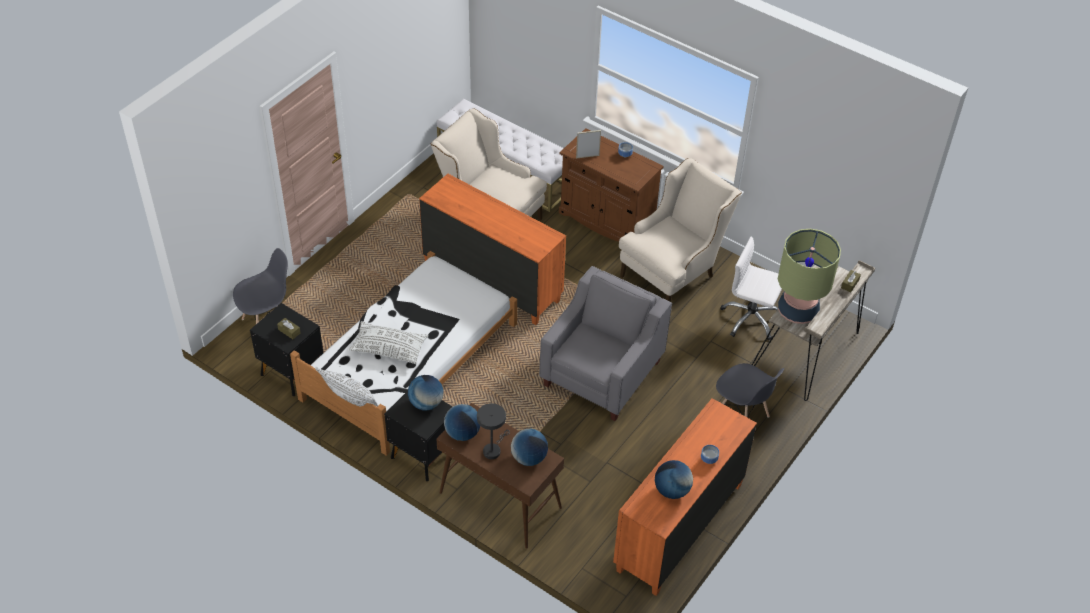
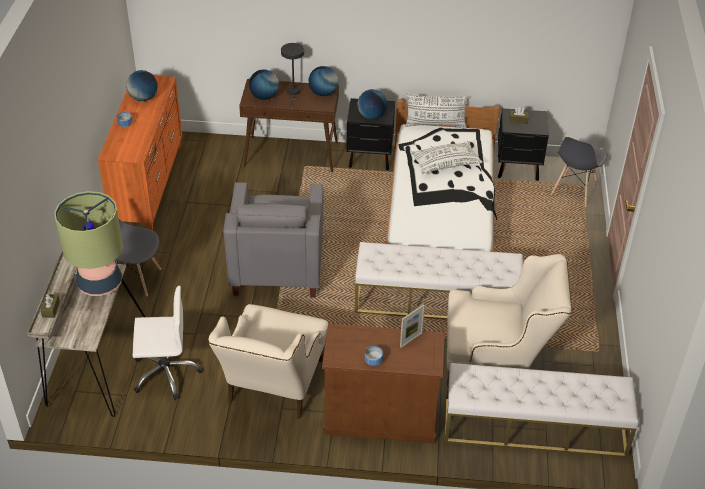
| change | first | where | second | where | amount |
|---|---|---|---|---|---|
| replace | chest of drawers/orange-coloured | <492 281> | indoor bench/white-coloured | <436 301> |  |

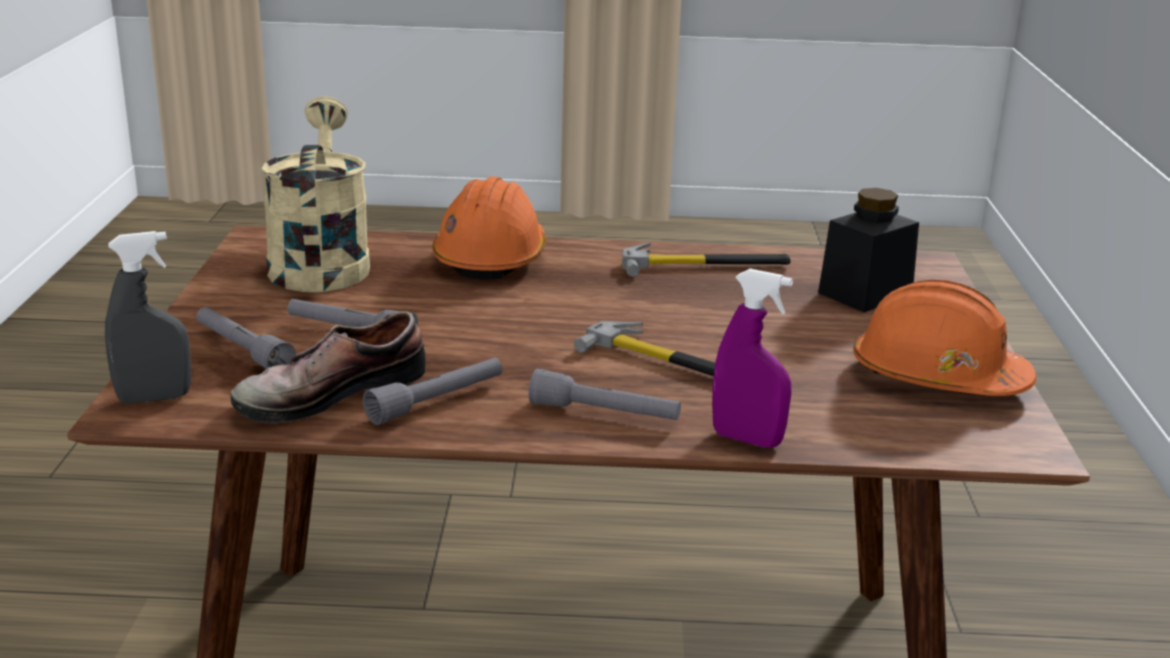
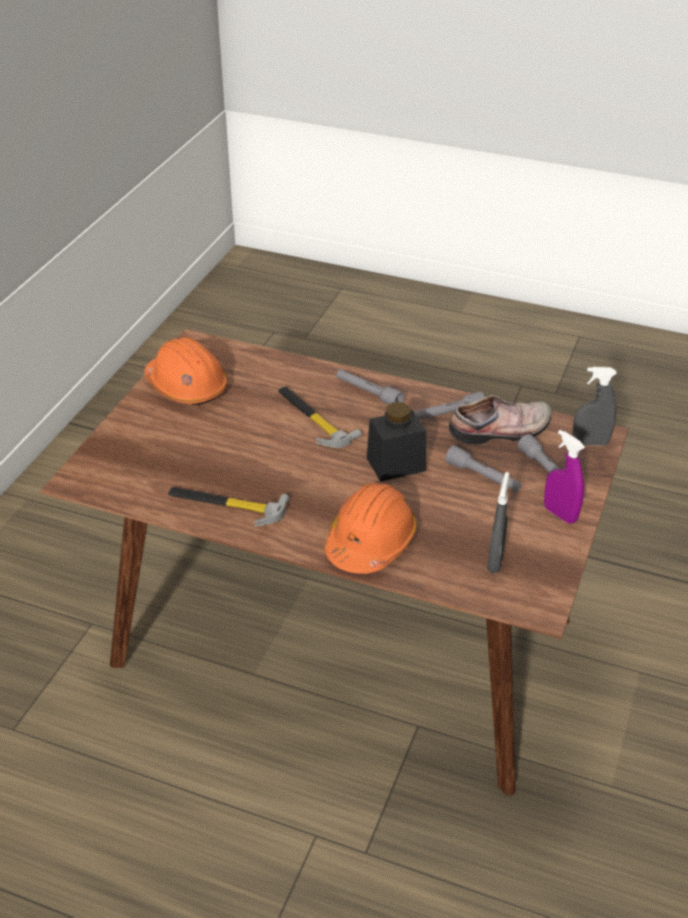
| change | first | where | second | where | amount |
|---|---|---|---|---|---|
| replace | sprinkling can/beige | <320 262> | hand sprayer/gray | <495 561> |  |
| move | storage jar/black | <865 293> |  | <396 464> |  |
| move | hand sprayer/purple | <746 439> |  | <560 514> |  |

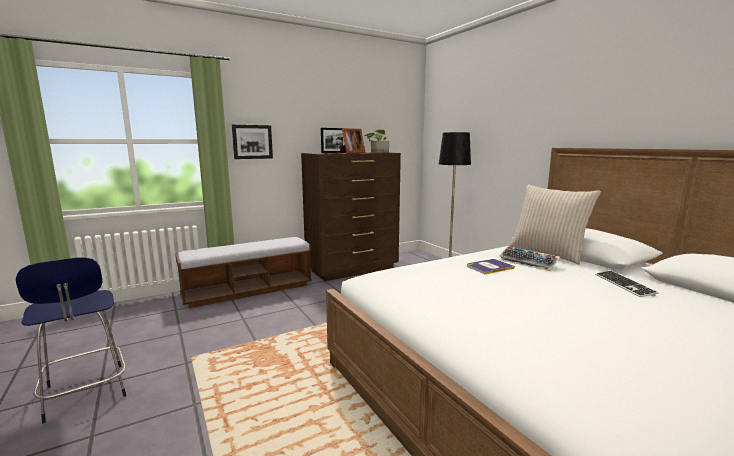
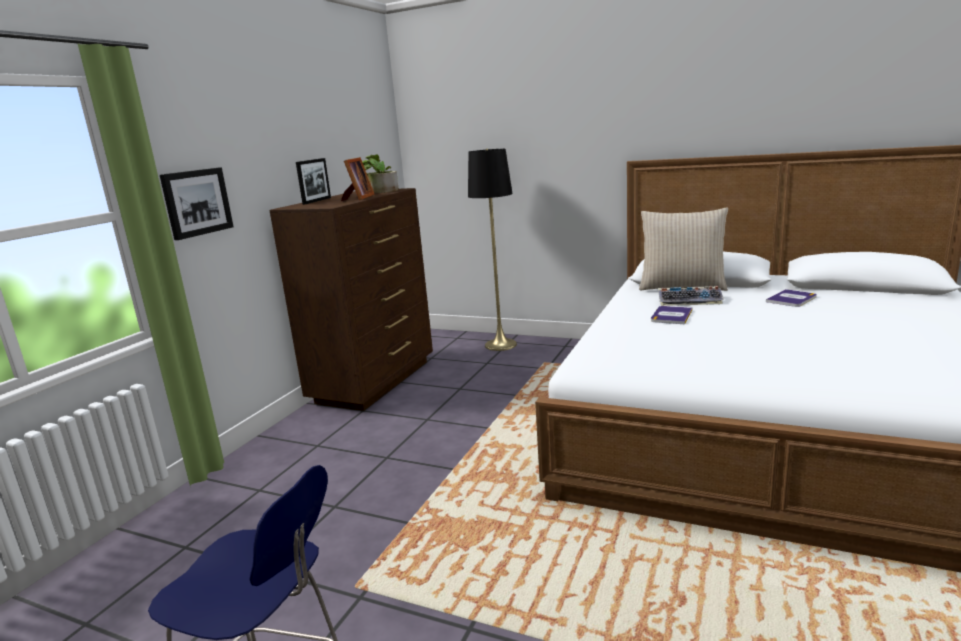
| change | first | where | second | where | amount |
|---|---|---|---|---|---|
| delete | indoor bench | <249 291> |  |  |  |
| replace | PC keyboard | <624 285> | volume | <791 299> |  |

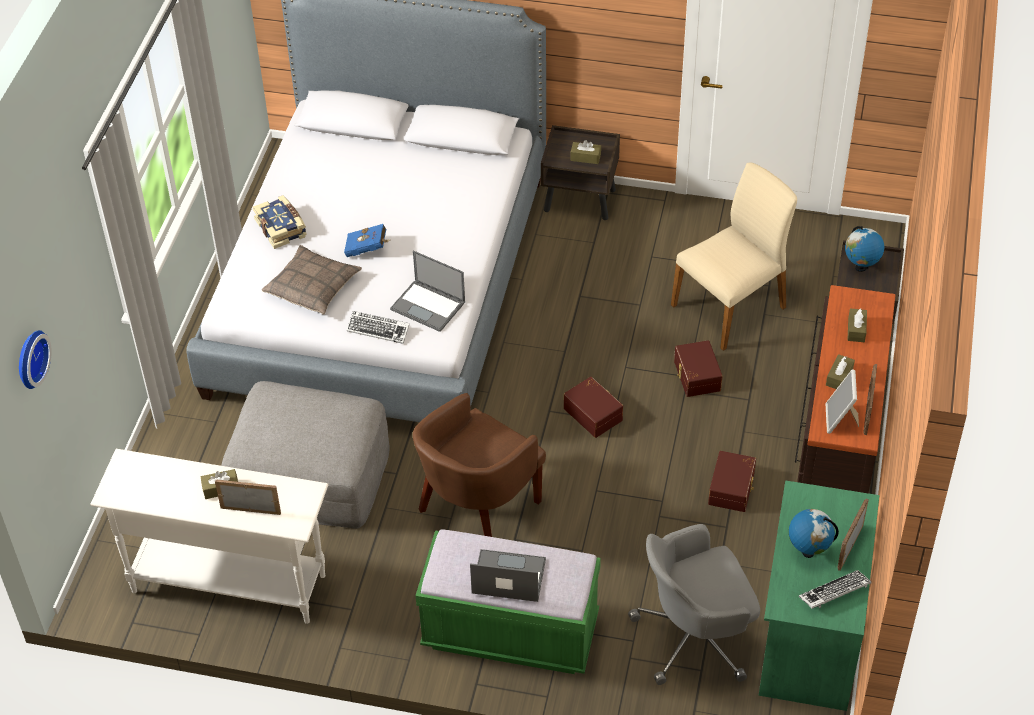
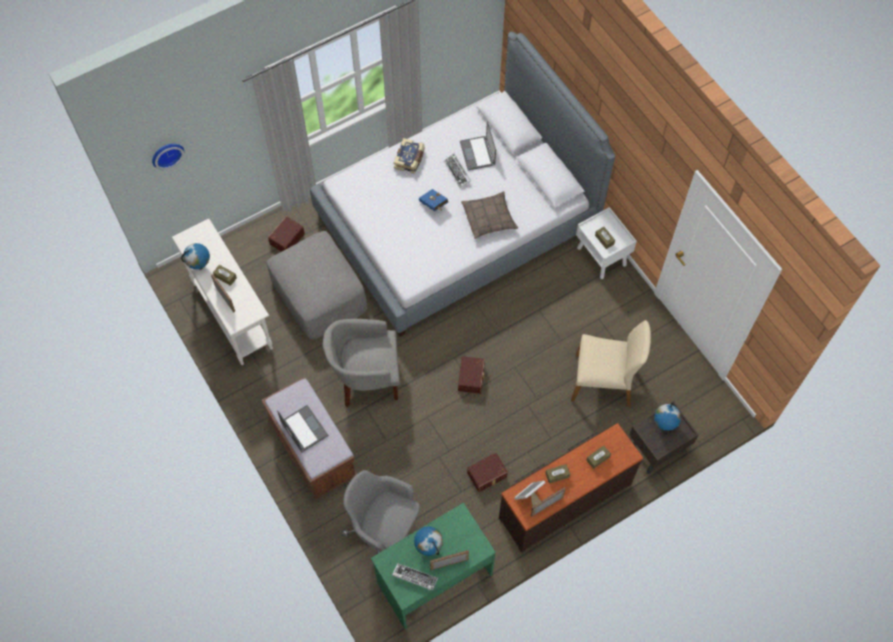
| change | first | where | second | where | amount |
|---|---|---|---|---|---|
| recolor | bedside table/brown | <580 200> | bedside table/white-coloured | <602 257> |  |
| move | cushion | <313 287> |  | <489 218> |  |
| move | laptop | <429 306> |  | <477 153> |  |
| move | PC keyboard | <378 330> |  | <457 172> |  |
| move | storage box/brown | <696 376> |  | <286 238> |  |
| recolor | lounge chair/brown | <478 510> | lounge chair/gray | <366 378> |  |
| recolor | indoor bench/green-coloured | <510 633> | indoor bench/brown | <313 449> |  |
| insert |  |  | desk globe | <200 265> |  |

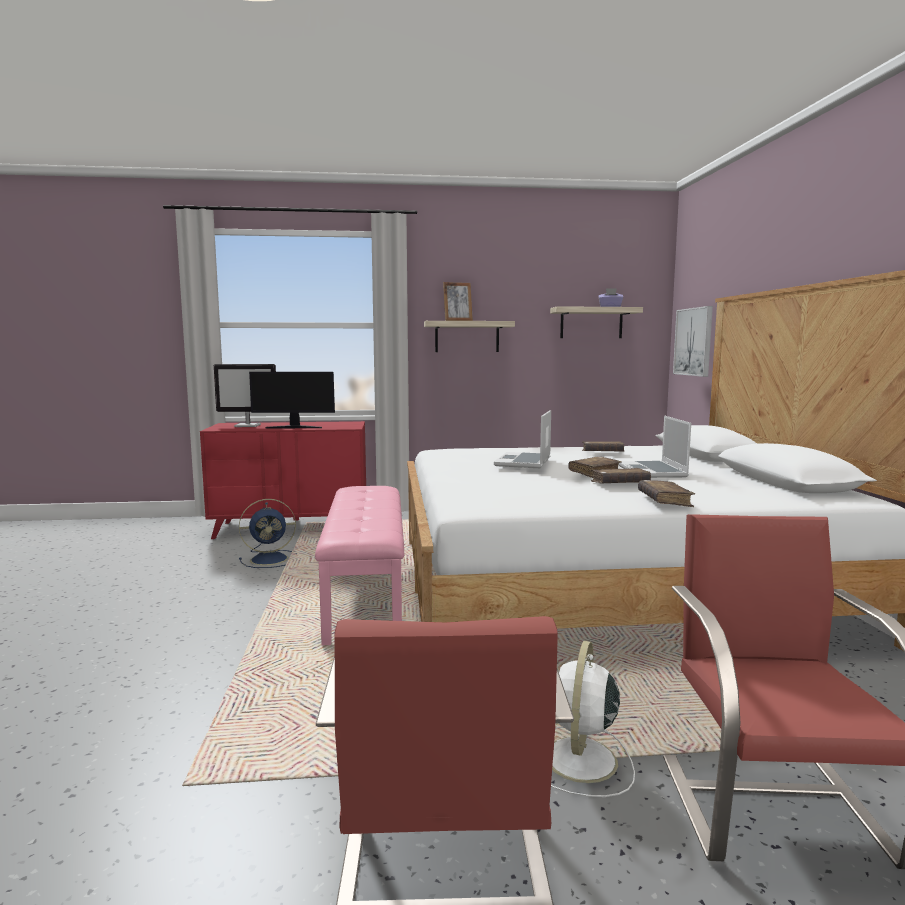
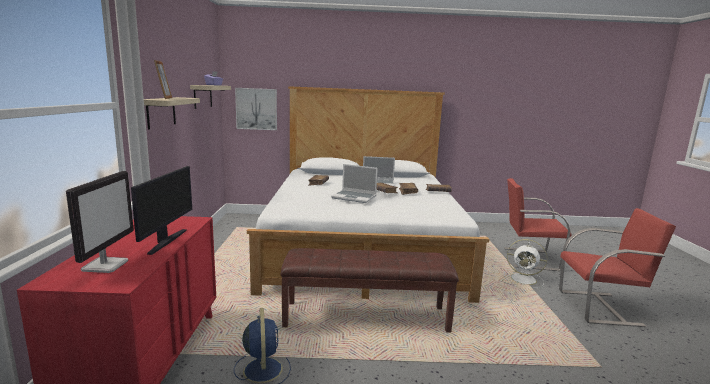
| change | first | where | second | where | amount |
|---|---|---|---|---|---|
| recolor | indoor bench/pink-coloured | <367 594> | indoor bench/brown | <366 316> |  |

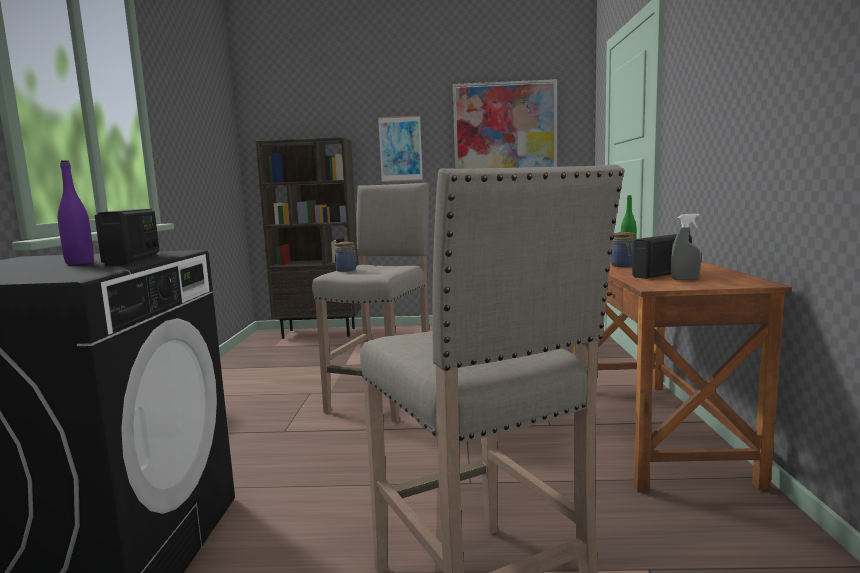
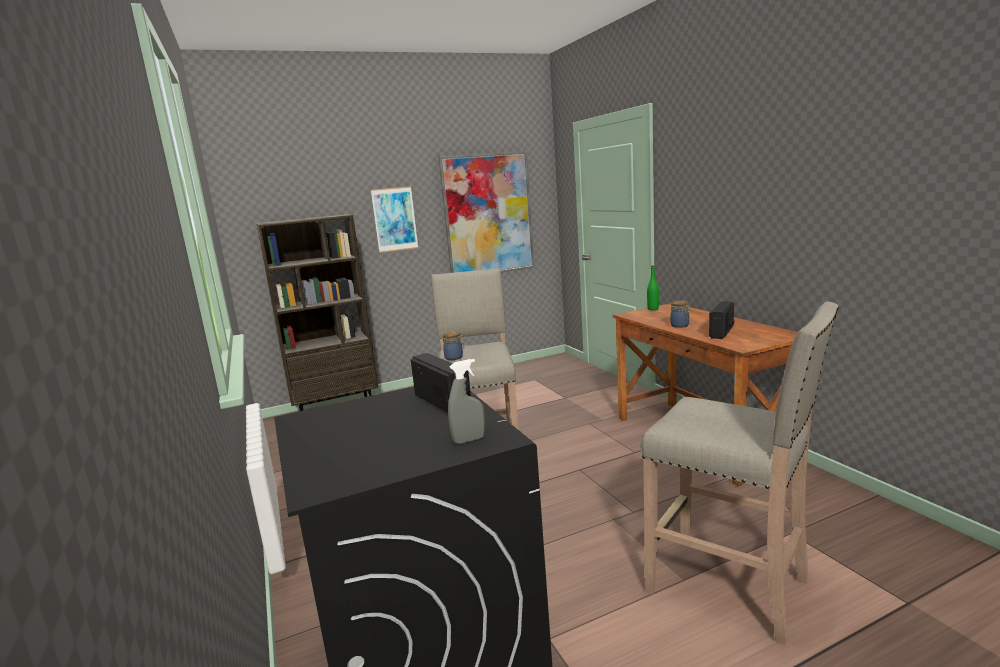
| change | first | where | second | where | amount |
|---|---|---|---|---|---|
| delete | bottle/purple | <79 263> |  |  |  |
| move | hand sprayer/gray | <685 279> |  | <469 440> |  |

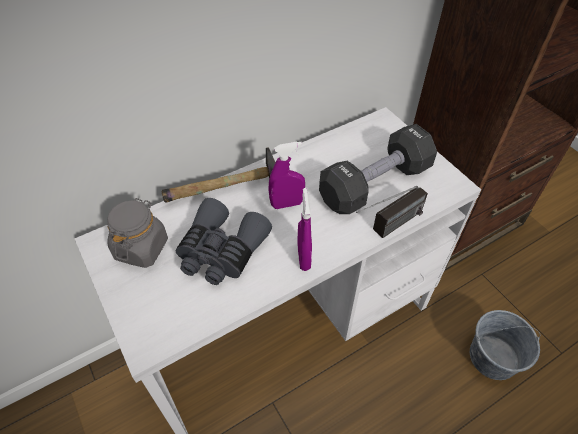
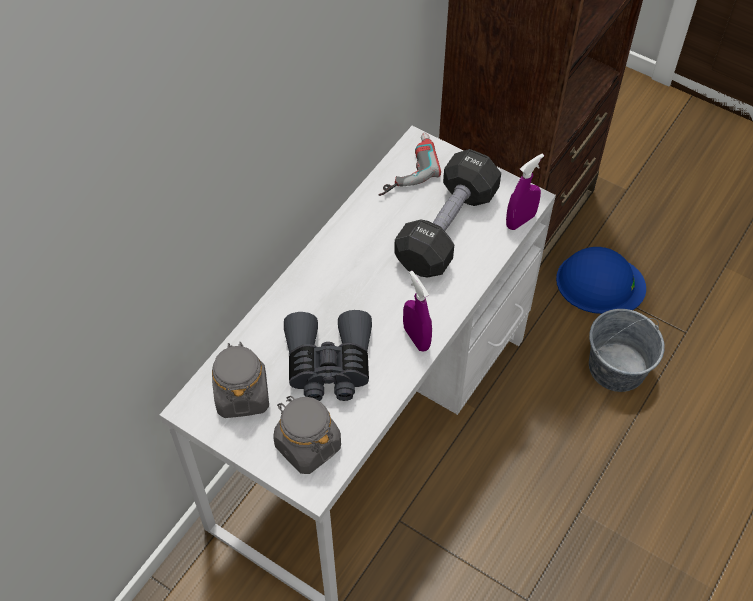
| change | first | where | second | where | amount |
|---|---|---|---|---|---|
| move | hand sprayer/purple | <287 204> |  | <520 221> |  |
| delete | tool hammer | <226 191> |  |  |  |
| delete | radio | <388 229> |  |  |  |
| insert |  |  | electric drill | <404 167> |  |
| insert |  |  | work helmet/bluish | <600 283> |  |
| insert |  |  | storage jar/gray | <307 445> |  |

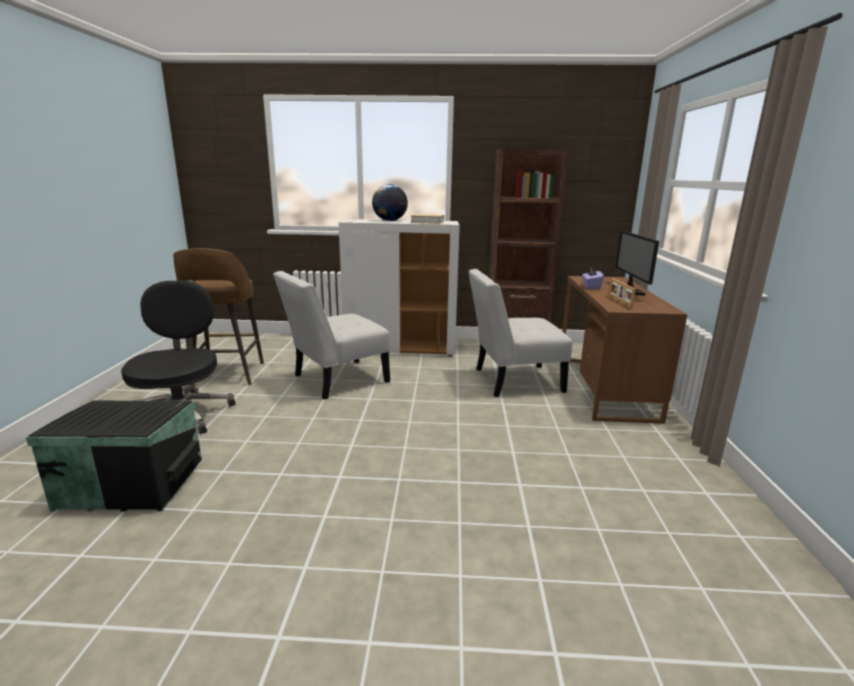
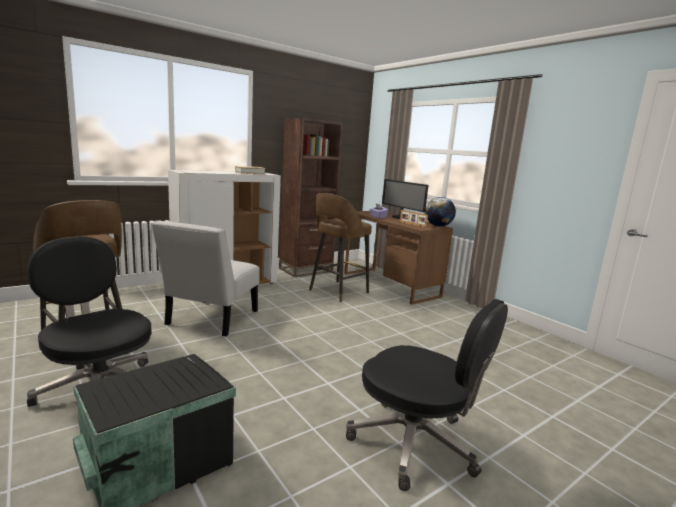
| change | first | where | second | where | amount |
|---|---|---|---|---|---|
| move | desk globe | <390 221> |  | <438 226> |  |
| replace | chair/white-coloured | <512 381> | stool/brown | <337 291> |  |
| insert |  |  | office chair/black | <415 443> |  |

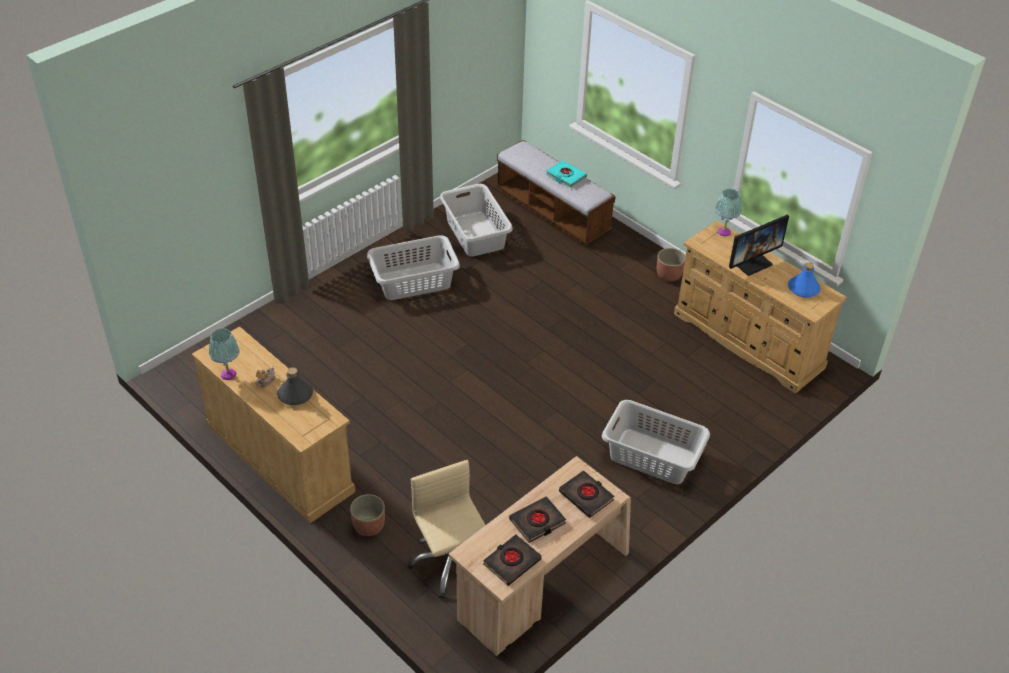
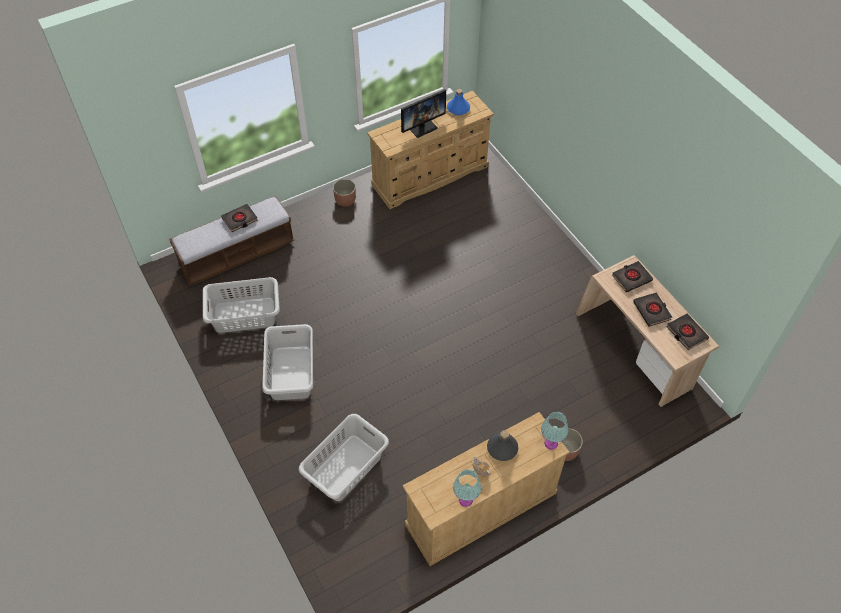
| change | first | where | second | where | amount |
|---|---|---|---|---|---|
| recolor | volume/blue-green | <566 176> | volume/black | <240 219> |  |
| move | table lamp/blue-green | <724 232> |  | <551 443> |  |
| rotate | monitor | <751 262> |  | <422 126> | 75 degrees clockwise |
| move | hamper/gray | <652 456> |  | <345 467> |  |
| delete | office chair/beige | <450 563> |  |  |  |

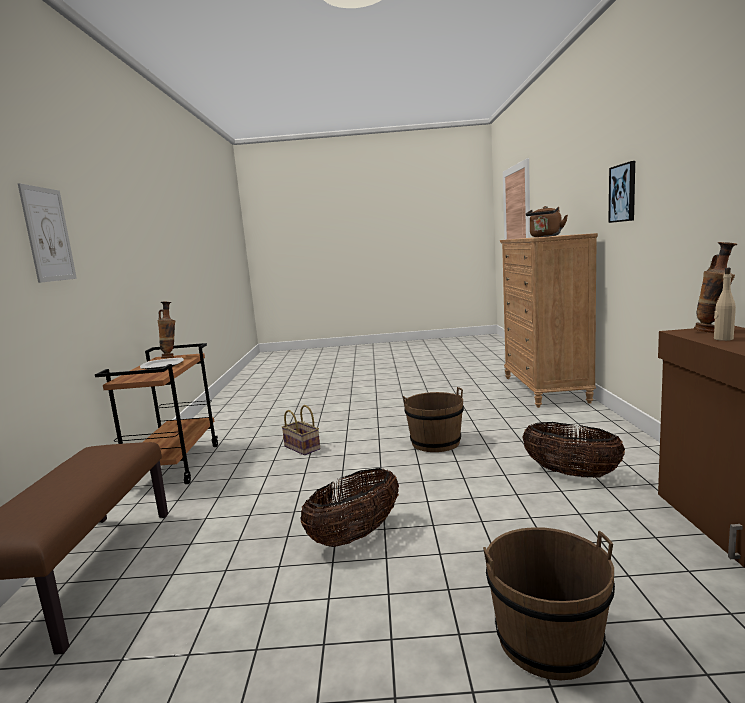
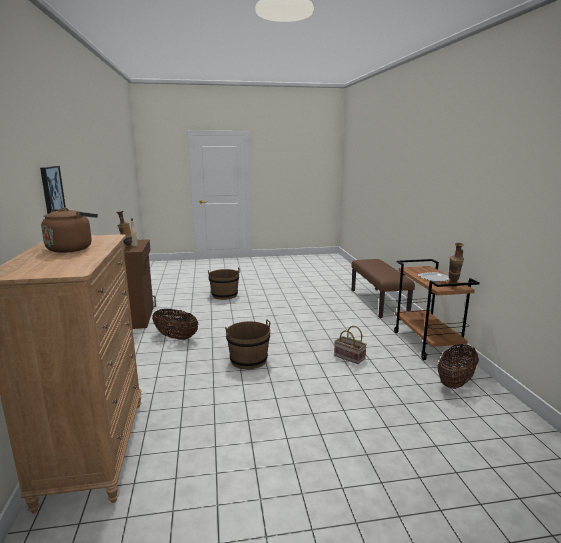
| change | first | where | second | where | amount |
|---|---|---|---|---|---|
| delete | picture | <48 234> |  |  |  |
| move | household basket | <355 535> |  | <455 382> |  |

